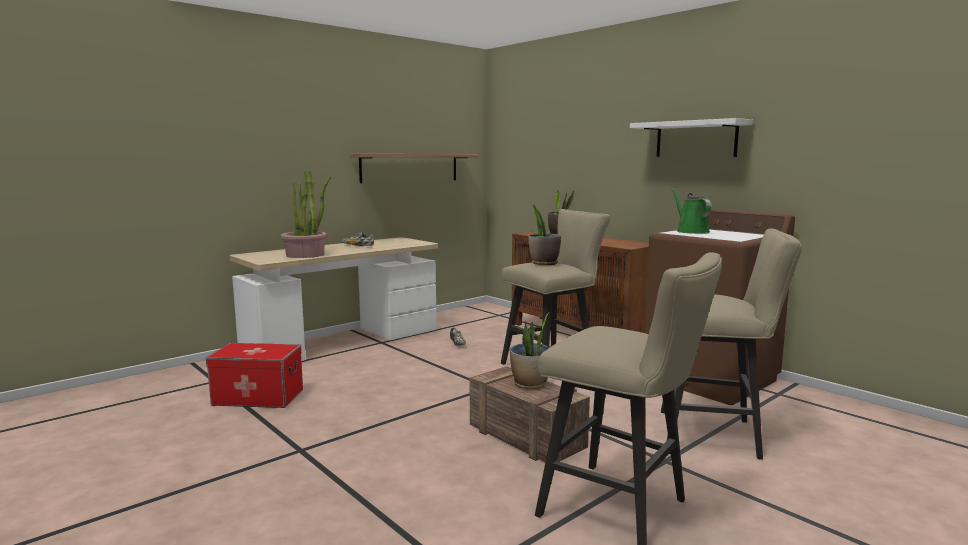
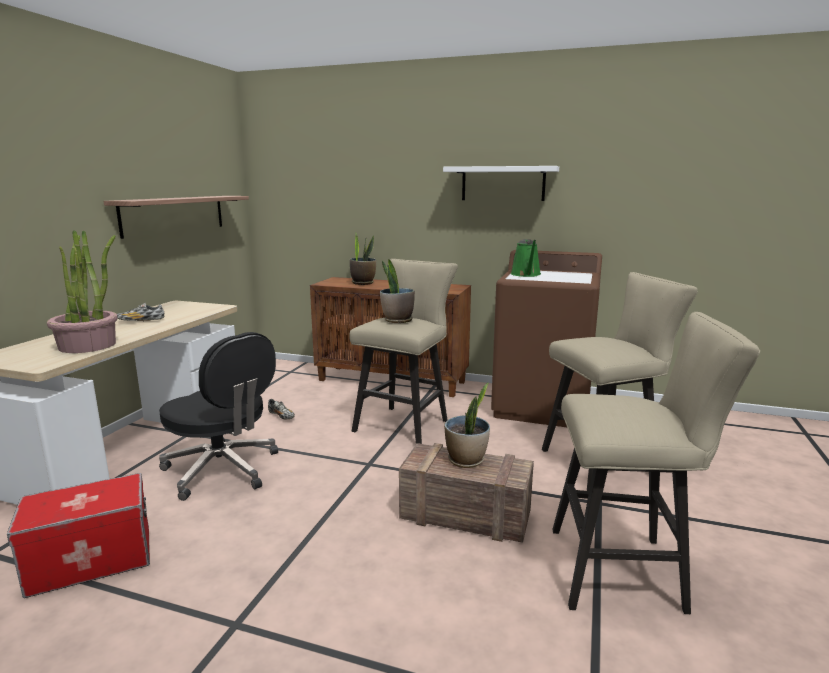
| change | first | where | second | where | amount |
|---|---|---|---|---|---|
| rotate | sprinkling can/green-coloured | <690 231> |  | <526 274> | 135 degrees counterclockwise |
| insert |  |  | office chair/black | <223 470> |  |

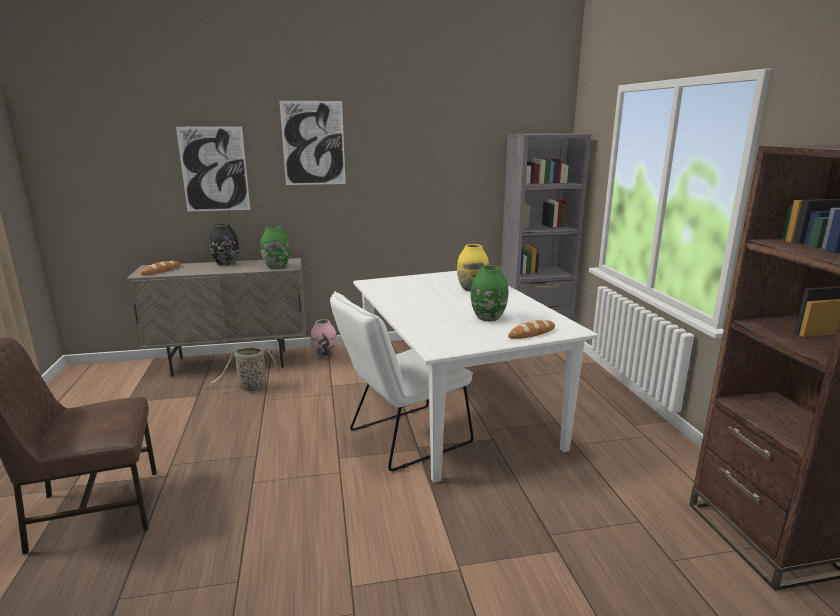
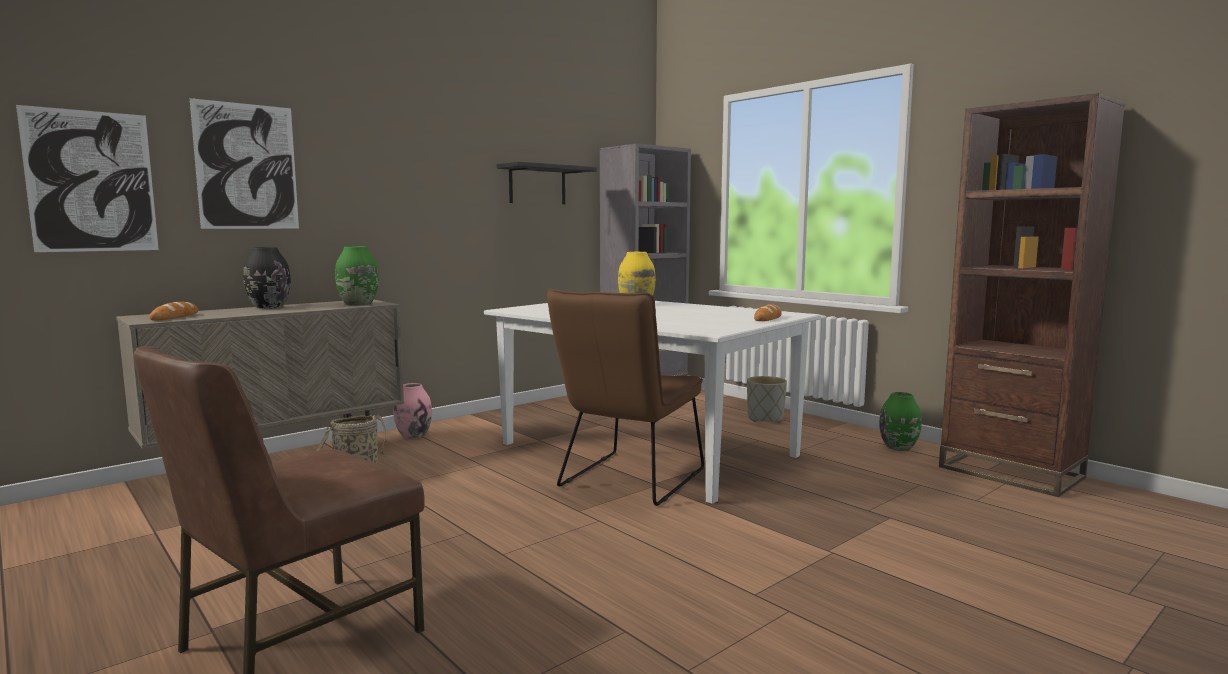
| change | first | where | second | where | amount |
|---|---|---|---|---|---|
| move | picture | <313 143> |  | <91 181> |  |
| move | flower vase/green-coloured | <488 318> |  | <899 448> |  |
| recolor | chair/white-coloured | <402 439> | chair/brown | <627 481> |  |
| insert |  |  | shelf/black | <537 185> |  |
| insert |  |  | flower pot/gray | <765 419> |  |

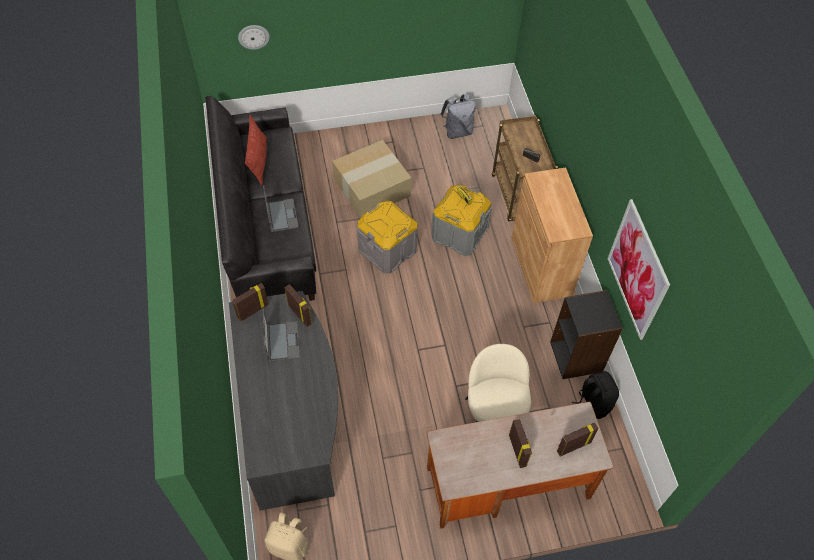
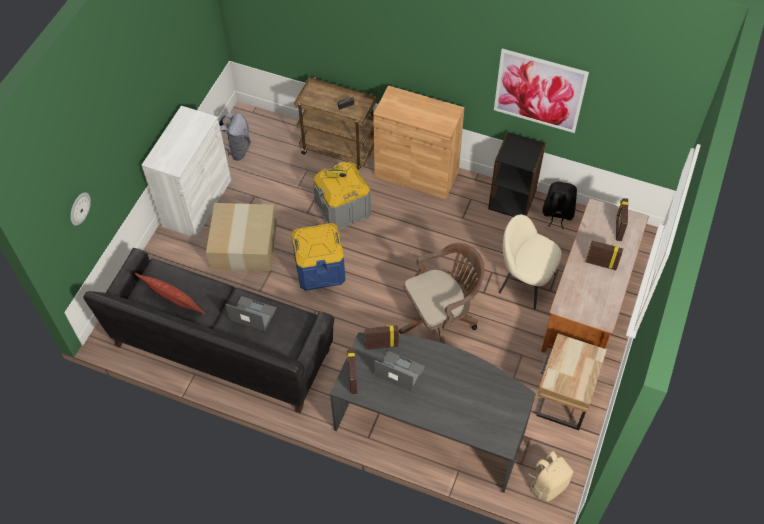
| change | first | where | second | where | amount |
|---|---|---|---|---|---|
| recolor | storage box/gray | <387 250> | storage box/bluish | <319 269> |  |
| insert |  |  | storage cabinet/white-coloured | <196 202> |  |
| insert |  |  | office chair/brown | <441 318> |  |
| insert |  |  | bedside table/beige | <562 399> |  |

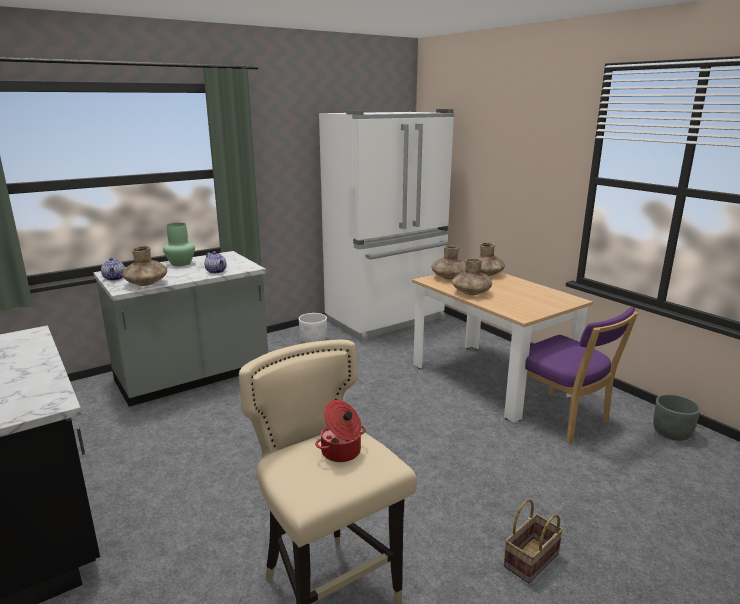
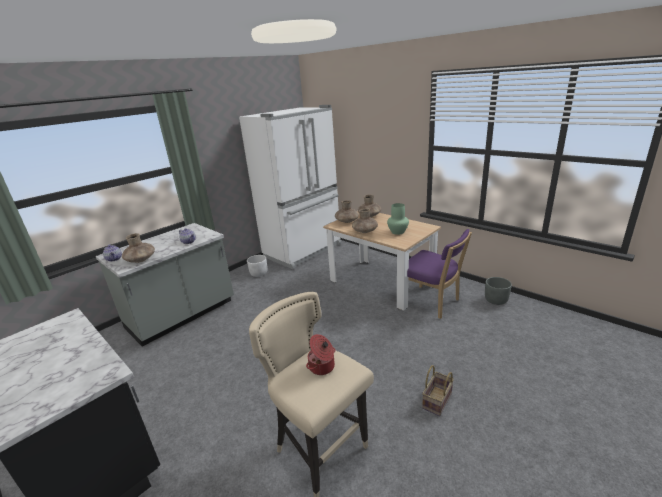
| change | first | where | second | where | amount |
|---|---|---|---|---|---|
| move | flower vase/green-coloured | <180 264> |  | <398 232> |  |

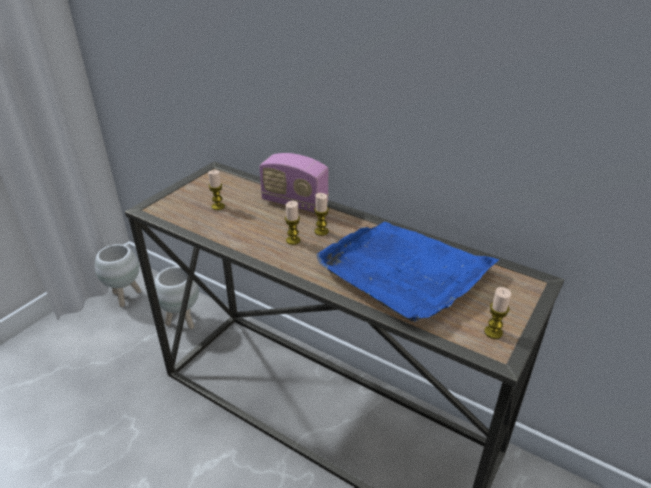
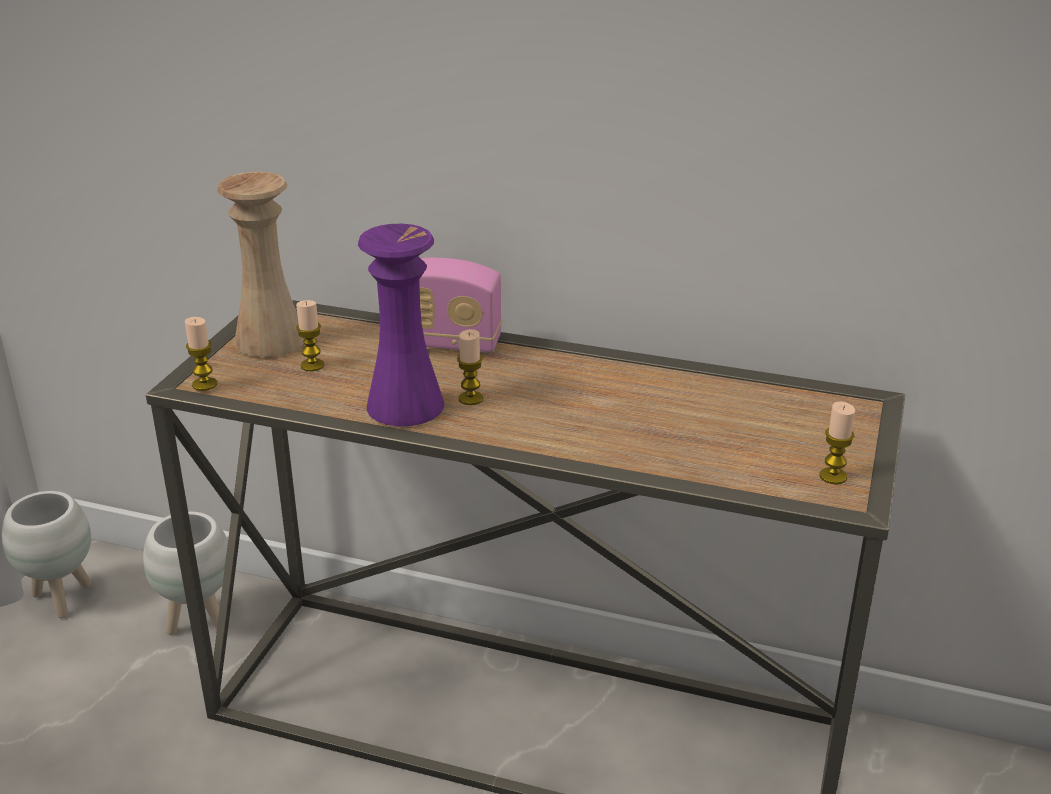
| change | first | where | second | where | amount |
|---|---|---|---|---|---|
| move | wax light | <321 231> |  | <204 384> |  |
| delete | carrying tray/bluish | <403 272> |  |  |  |
| insert |  |  | flower vase/beige | <270 340> |  |
| insert |  |  | flower vase/purple | <405 405> |  |

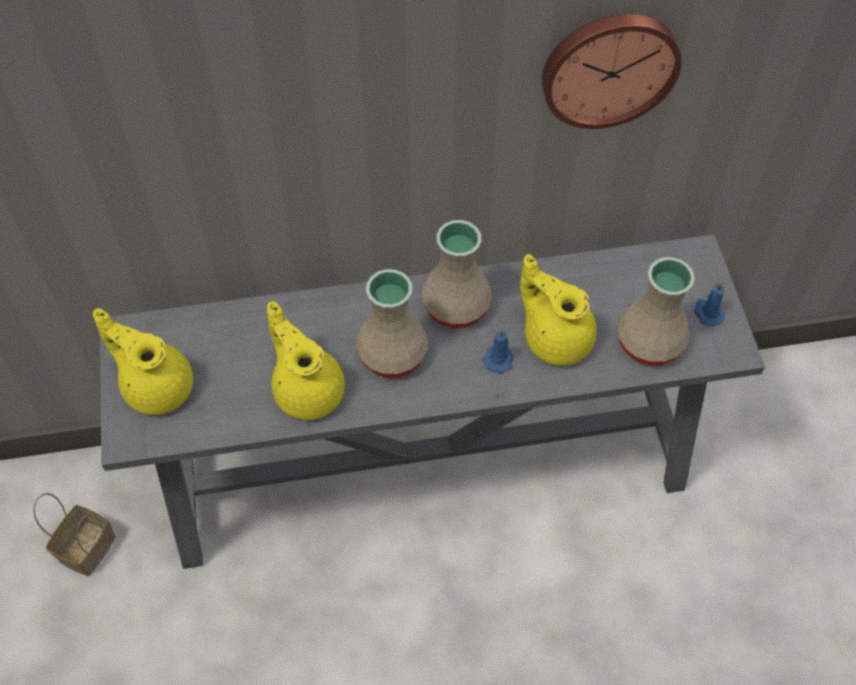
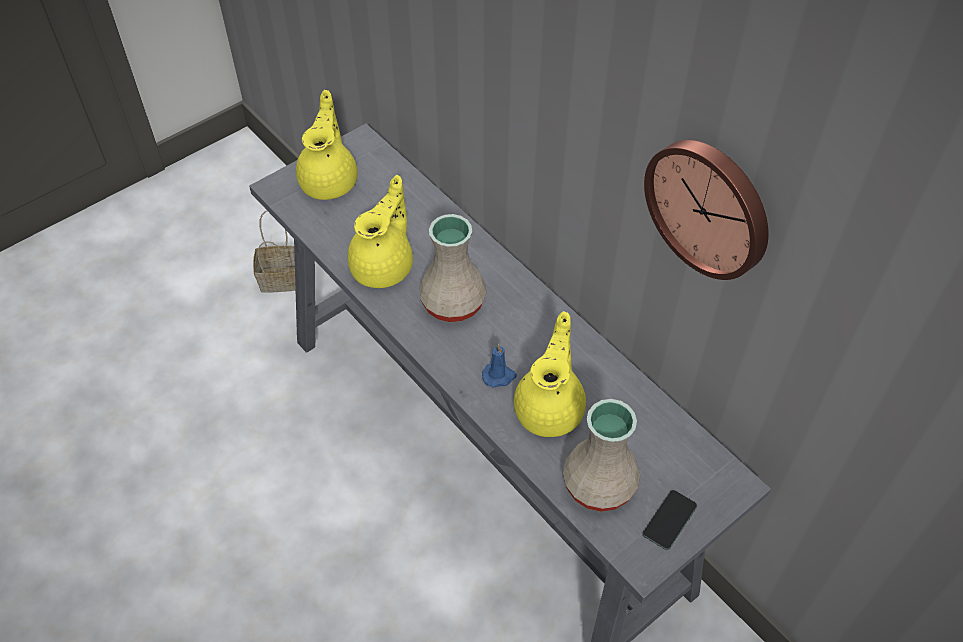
| change | first | where | second | where | amount |
|---|---|---|---|---|---|
| delete | flower vase/beige | <456 304> |  |  |  |
| replace | wax light/bluish | <707 313> | handset | <669 520> |  |

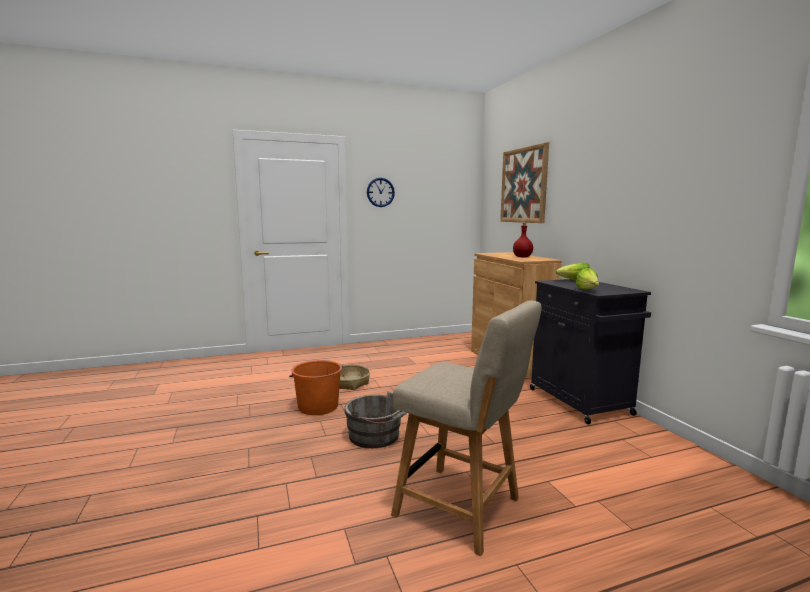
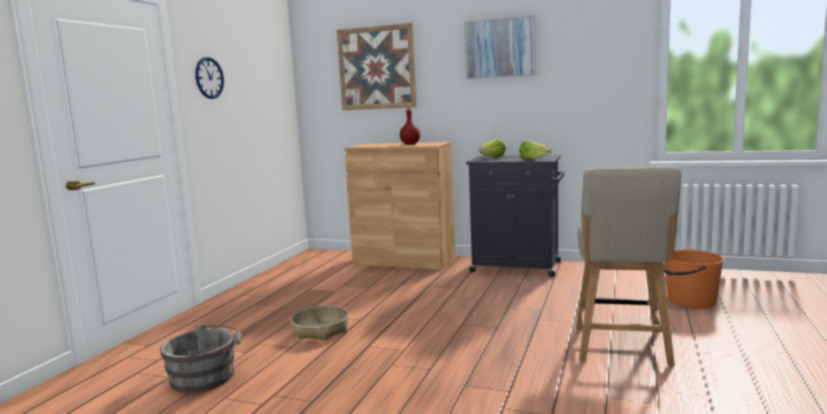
| change | first | where | second | where | amount |
|---|---|---|---|---|---|
| rotate | chair/beige | <463 509> |  | <621 347> | 120 degrees clockwise |
| move | pail/orange-coloured | <317 406> |  | <690 301> |  |
| move | pail/gray | <376 436> |  | <206 377> |  |
| insert |  |  | picture | <500 48> |  |

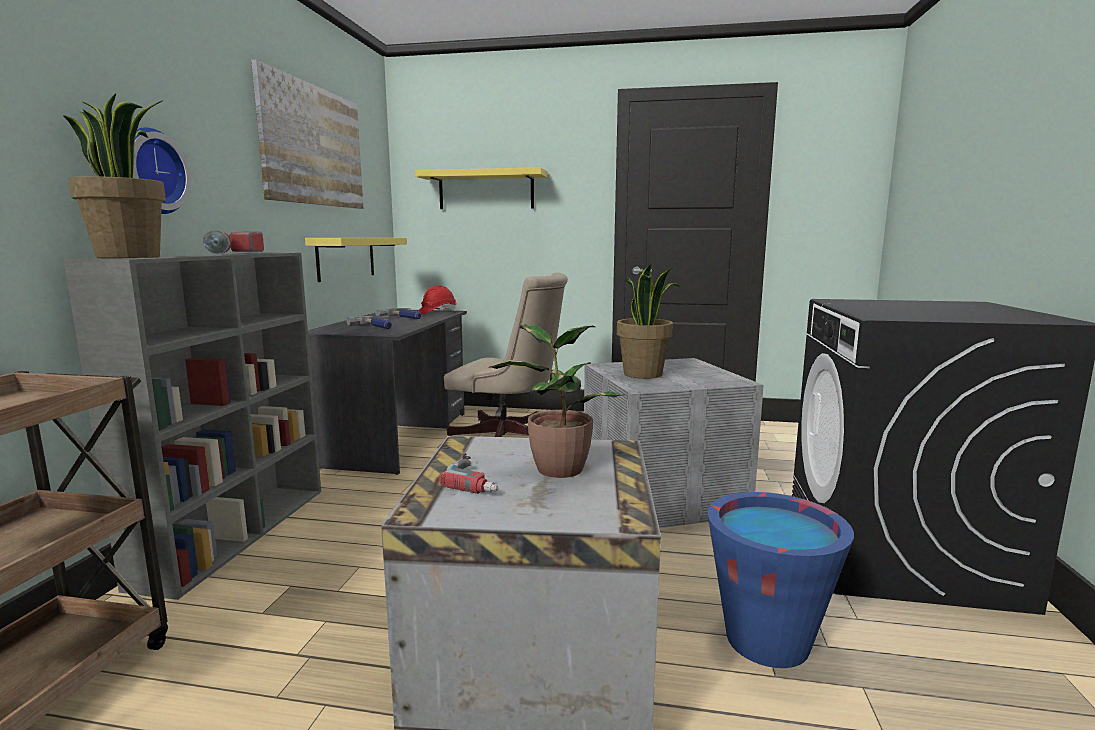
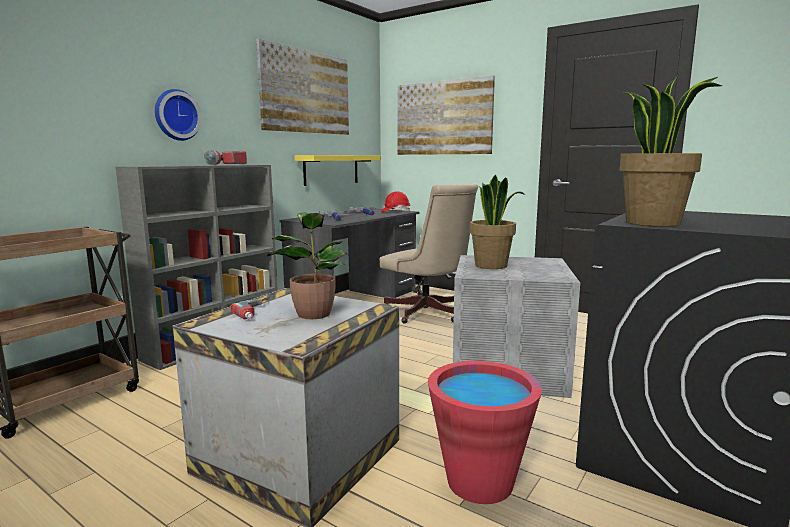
| change | first | where | second | where | amount |
|---|---|---|---|---|---|
| move | potted plant | <130 257> |  | <653 223> |  |
| replace | shelf/yellow-coloured | <486 190> | picture | <443 118> |  |
| recolor | pail/bluish | <767 640> | pail/reddish | <480 482> |  |

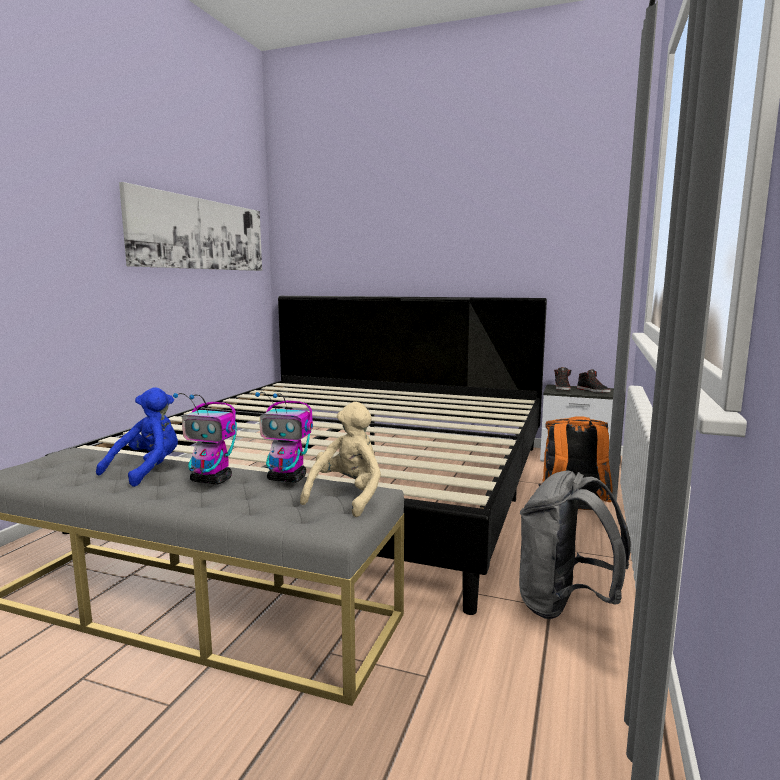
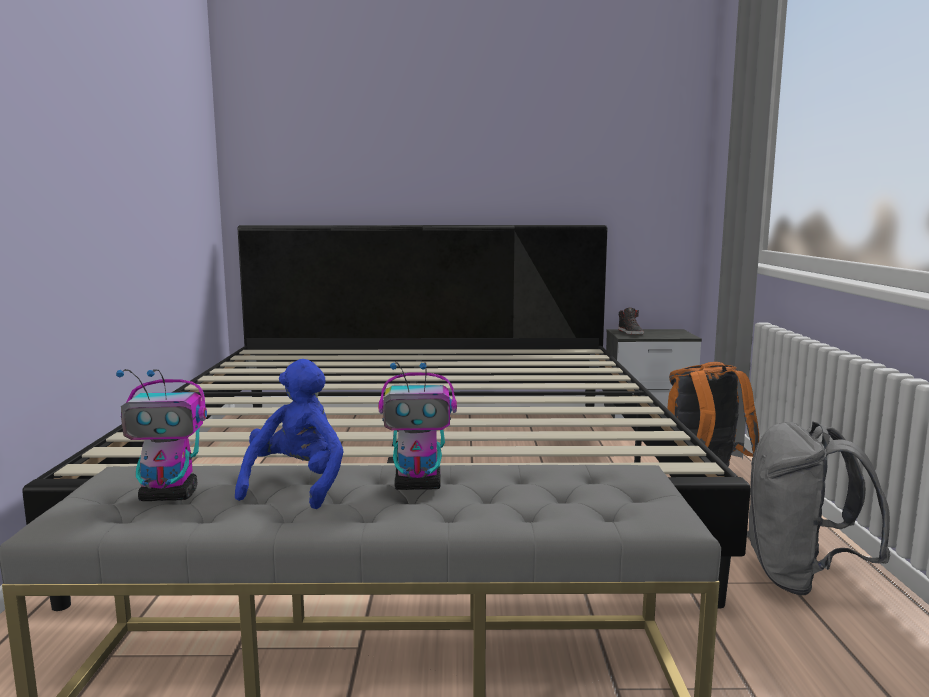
| change | first | where | second | where | amount |
|---|---|---|---|---|---|
| delete | picture | <201 234> |  |  |  |
| delete | shoe/black | <593 391> |  |  |  |
| move | model robot | <287 479> |  | <170 496> |  |
| delete | plush toy/beige | <347 496> |  |  |  |

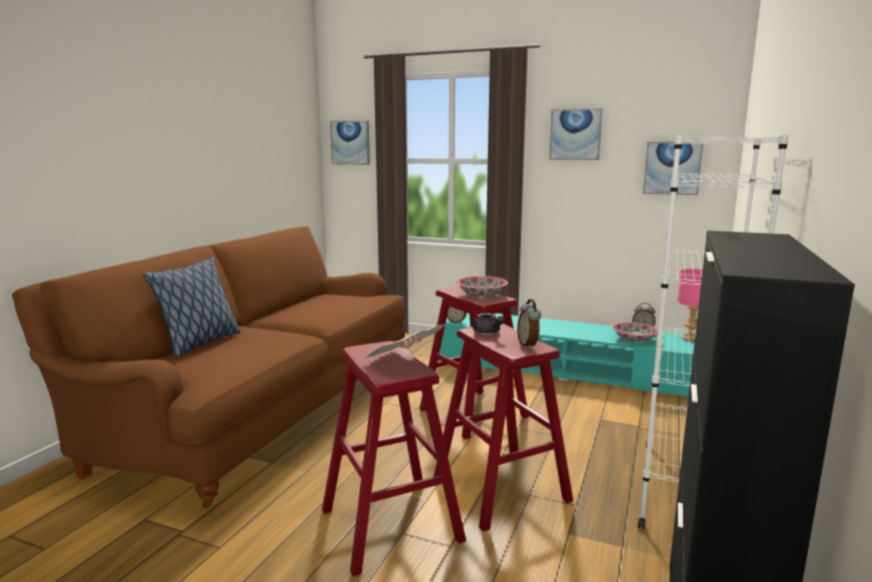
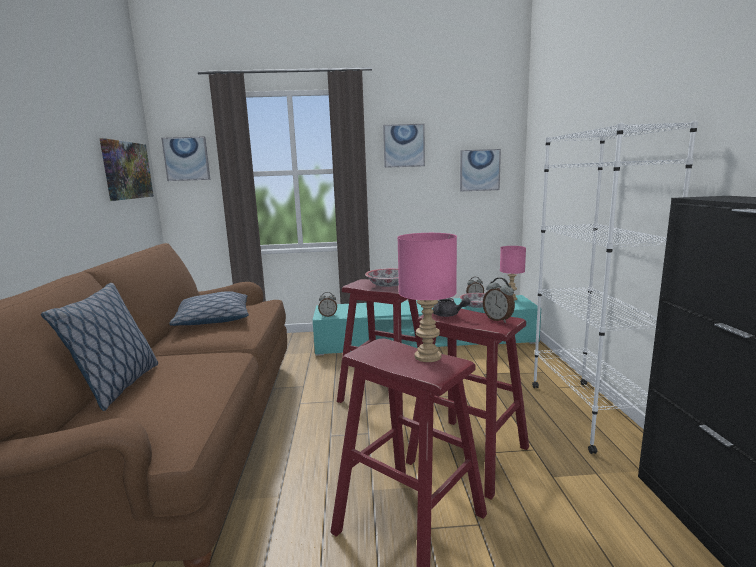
| change | first | where | second | where | amount |
|---|---|---|---|---|---|
| replace | daily paper | <405 362> | table lamp/pink-coloured | <426 357> |  |
| insert |  |  | picture | <126 170> |  |
| insert |  |  | cushion | <213 320> |  |

